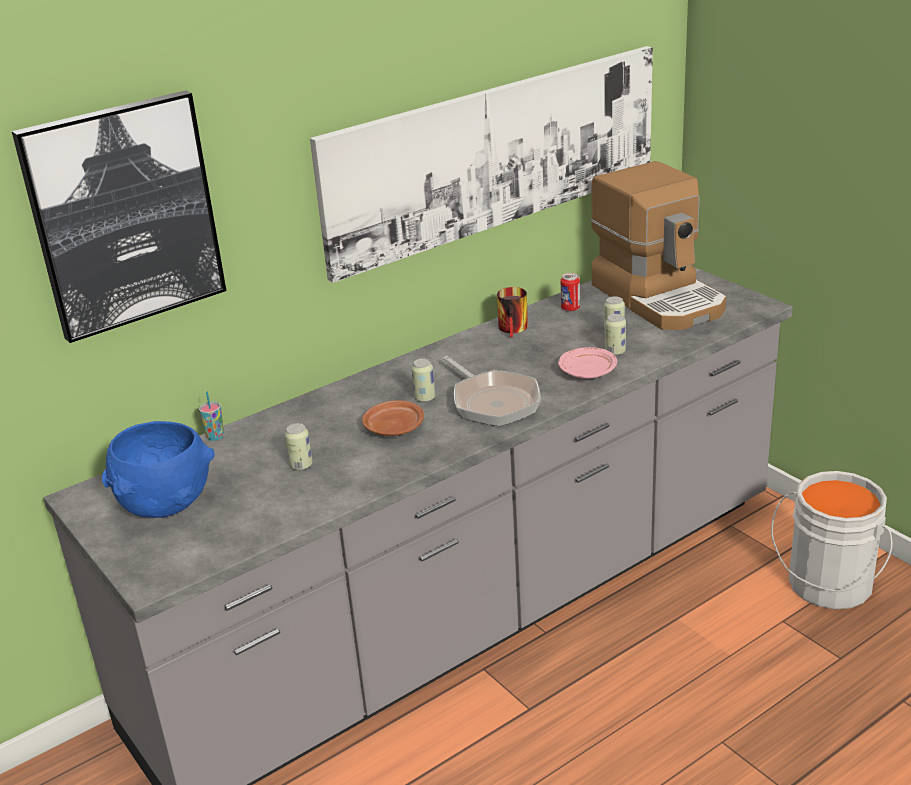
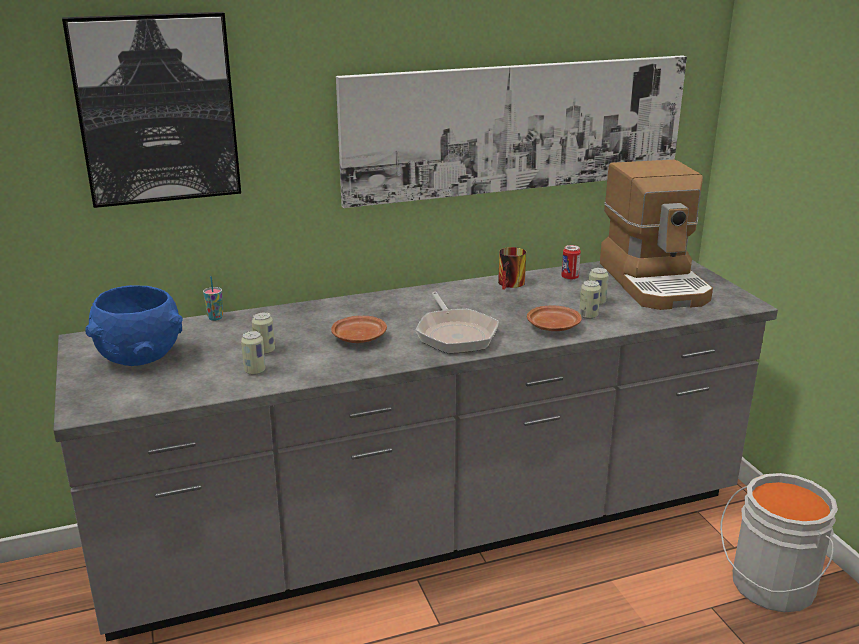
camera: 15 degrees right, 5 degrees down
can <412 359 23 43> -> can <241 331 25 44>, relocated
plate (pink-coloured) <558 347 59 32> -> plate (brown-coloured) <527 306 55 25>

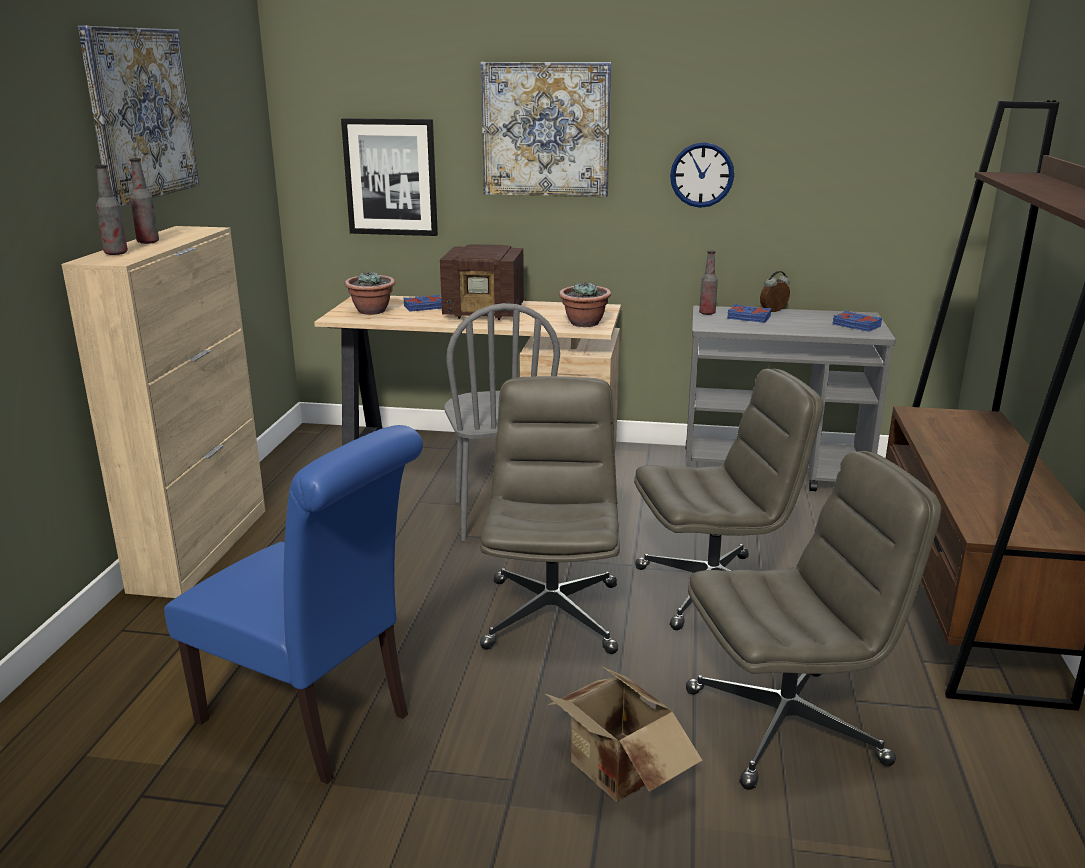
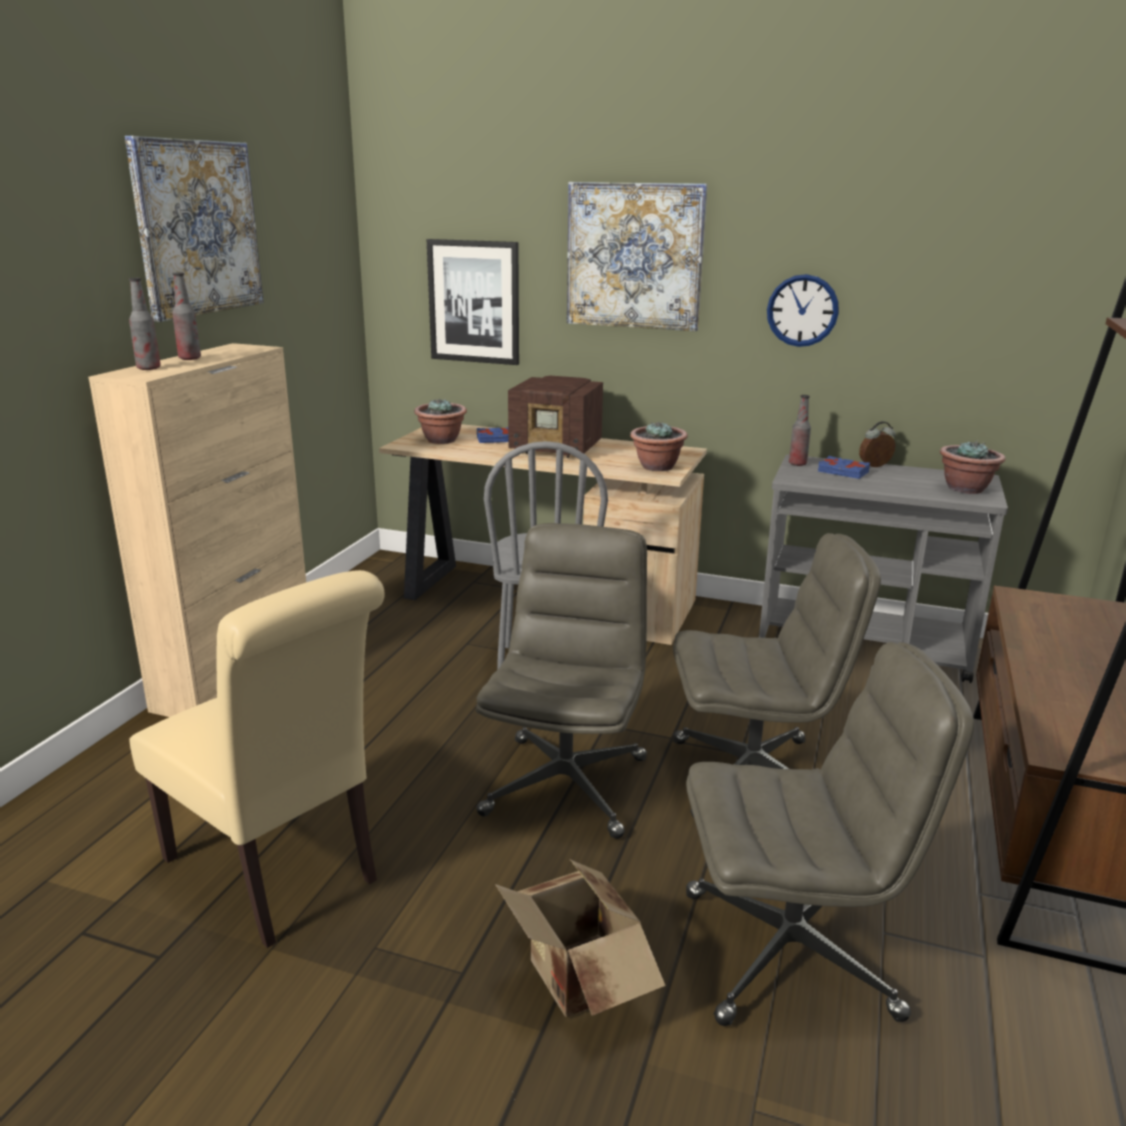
camera: 10 degrees right, 0 degrees up
chair (bluish) <164 425 259 359> -> chair (sand-coloured) <129 570 256 378>
bound book (bluish) <833 311 49 21> -> potted plant <940 440 65 54>

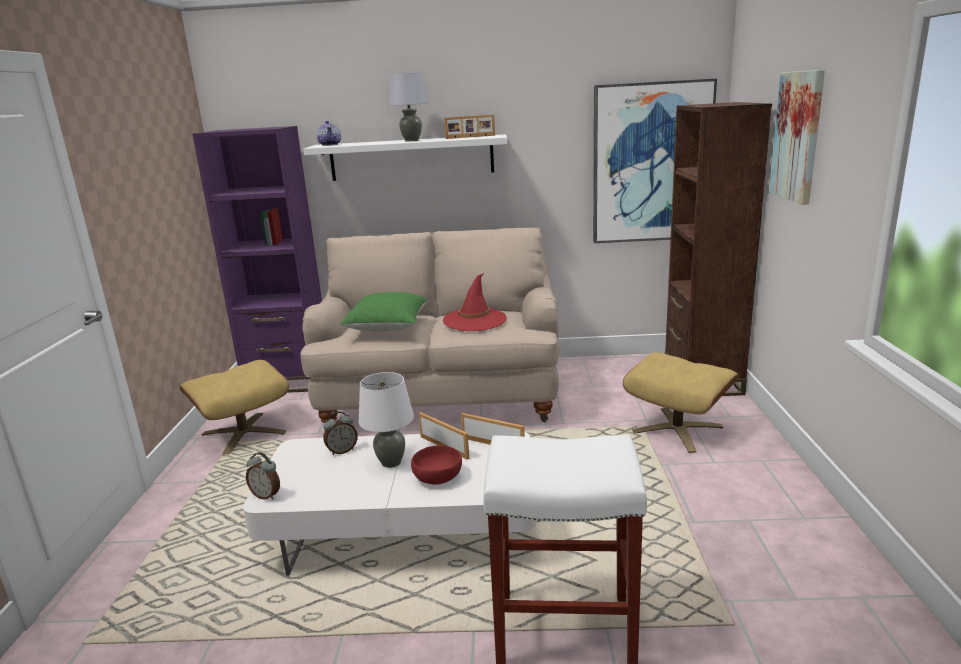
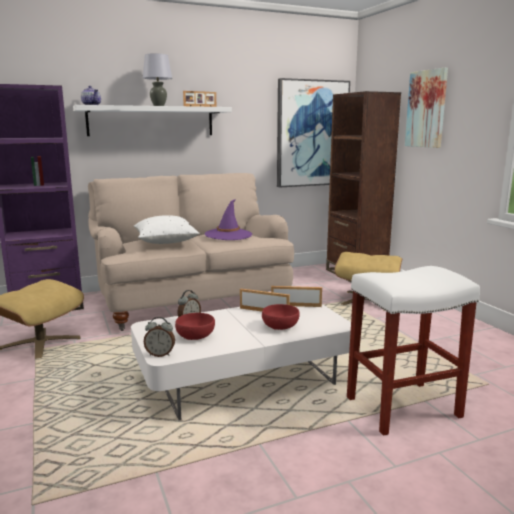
camera: 25 degrees left, 5 degrees down
cushion (green) <339 292 90 39> -> cushion (white-coloured) <134 215 66 29>
table lamp (white-coloured) <359 372 55 96> -> none
wearable hat (red-coloured) <443 273 64 58> -> wearable hat (purplish) <205 199 47 41>
none -> deep dish (red-coloured) <175 313 40 27>

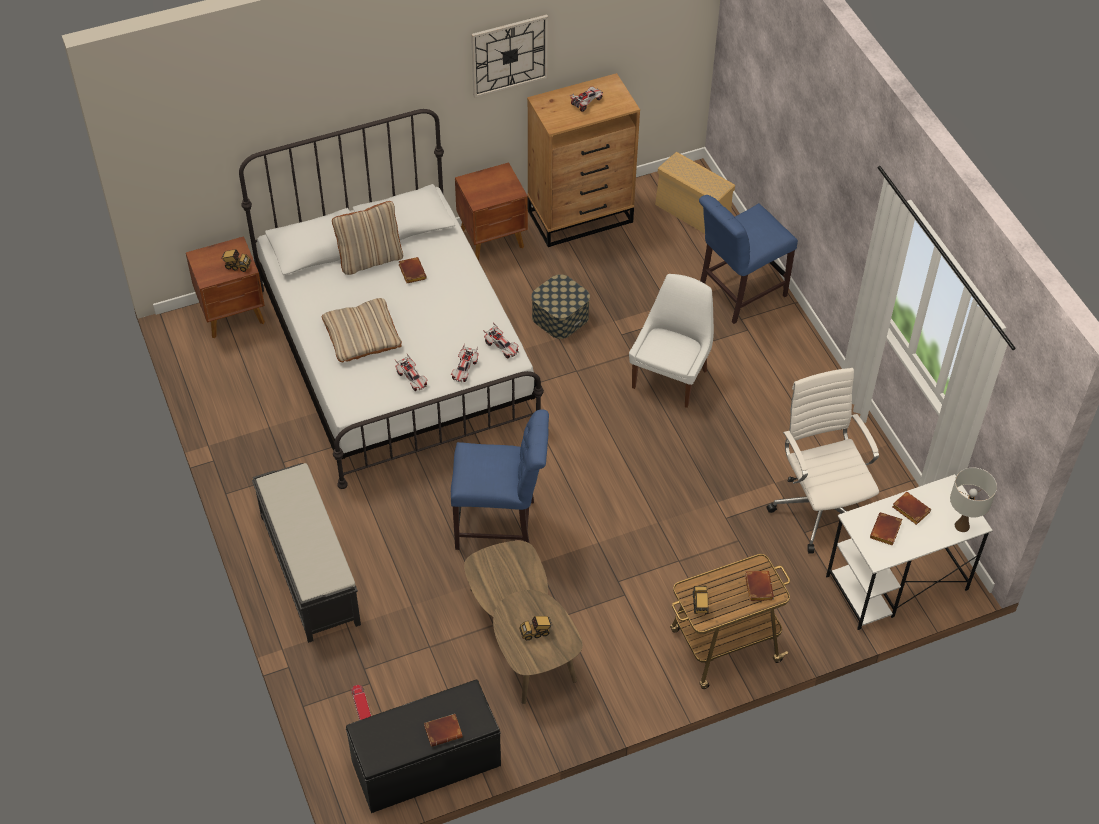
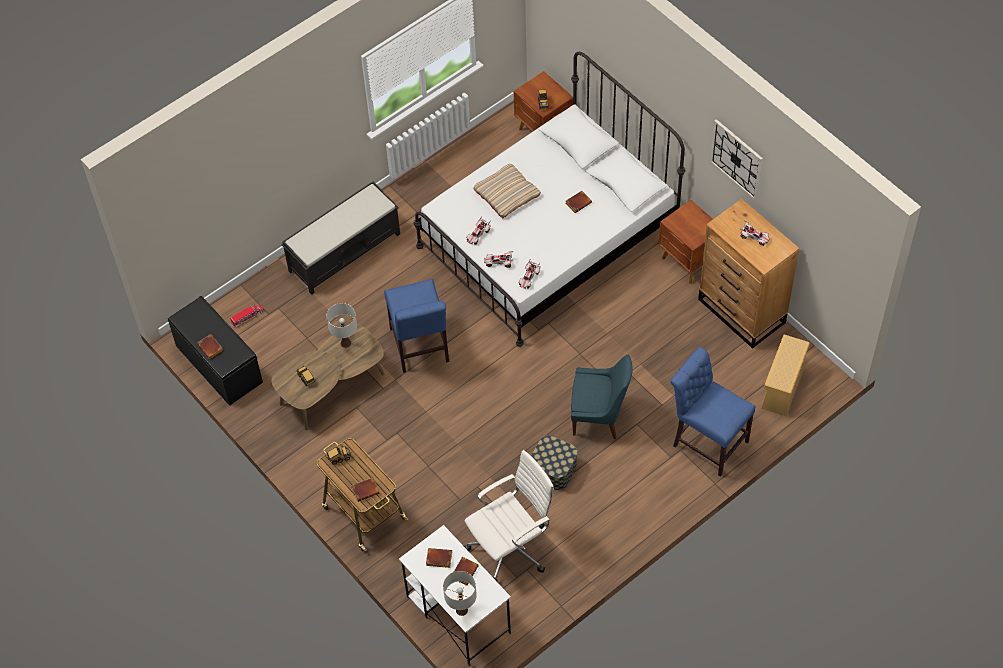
camera: 75 degrees right, 5 degrees up
cushion (sand-coloured) <332 201 71 74> -> none
storage container <531 274 59 65> -> storage container <531 436 46 54>, relocated
chair (white-coloured) <629 274 85 134> -> chair (bluish) <571 354 62 85>
none -> table lamp (white-coloured) <326 303 31 45>

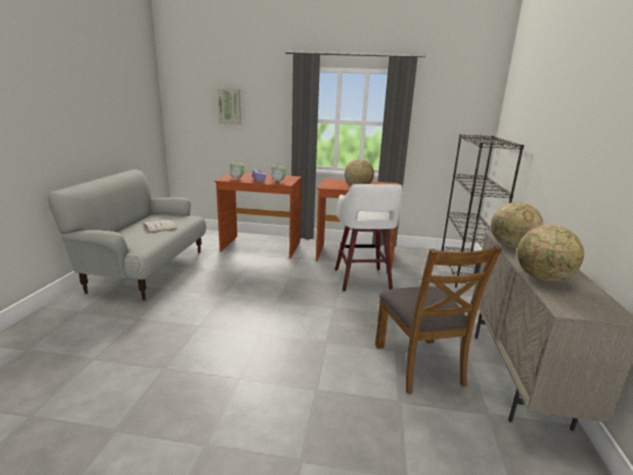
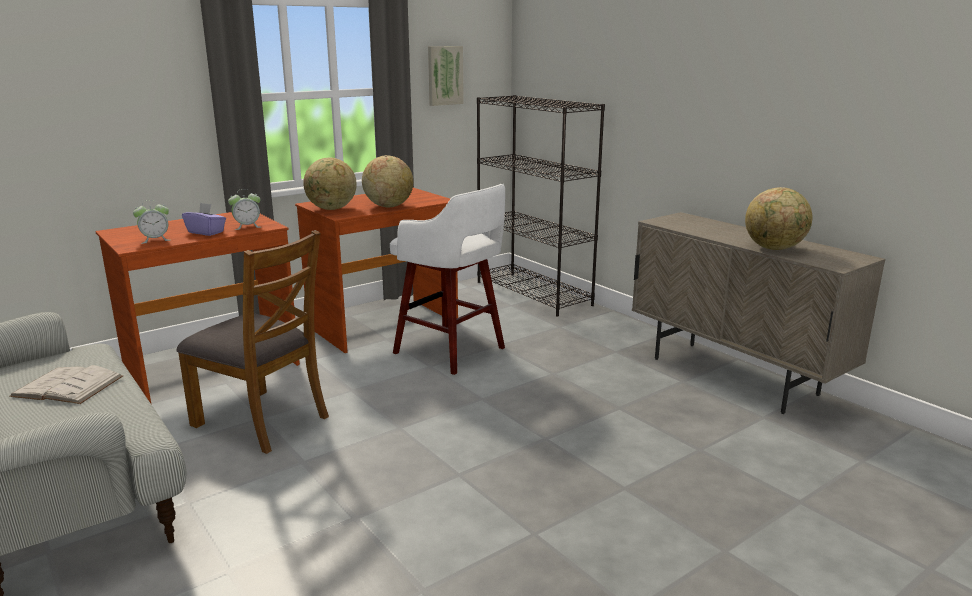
camera: 45 degrees left, 0 degrees up
picture <217 89 24 36> -> picture <428 46 36 60>, relocated
chair (brown-coloured) <375 246 127 148> -> chair (brown-coloured) <176 230 153 224>, relocated
globe <491 202 53 46> -> globe <303 158 54 52>, relocated

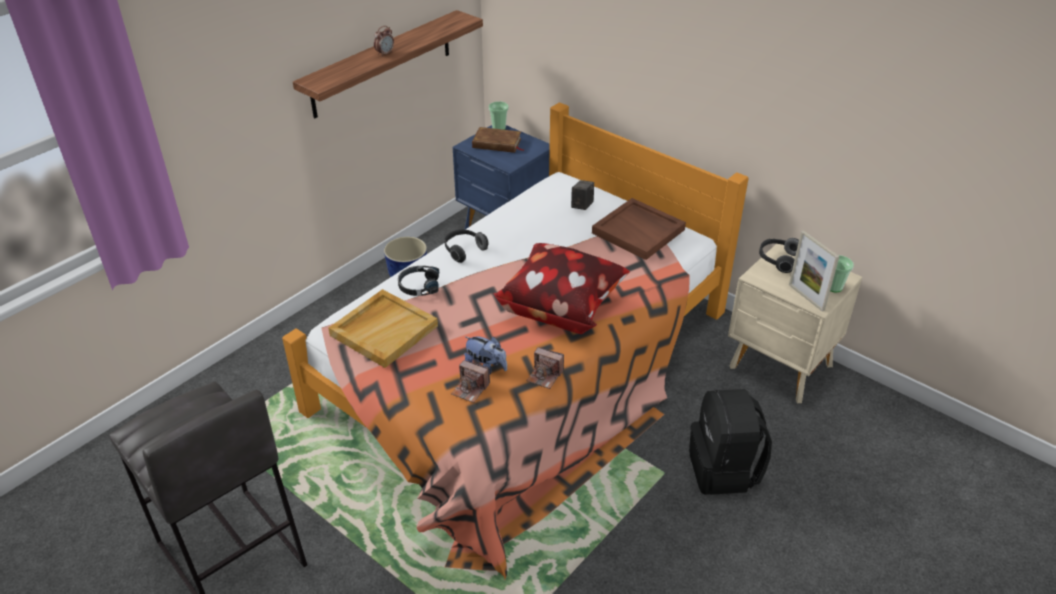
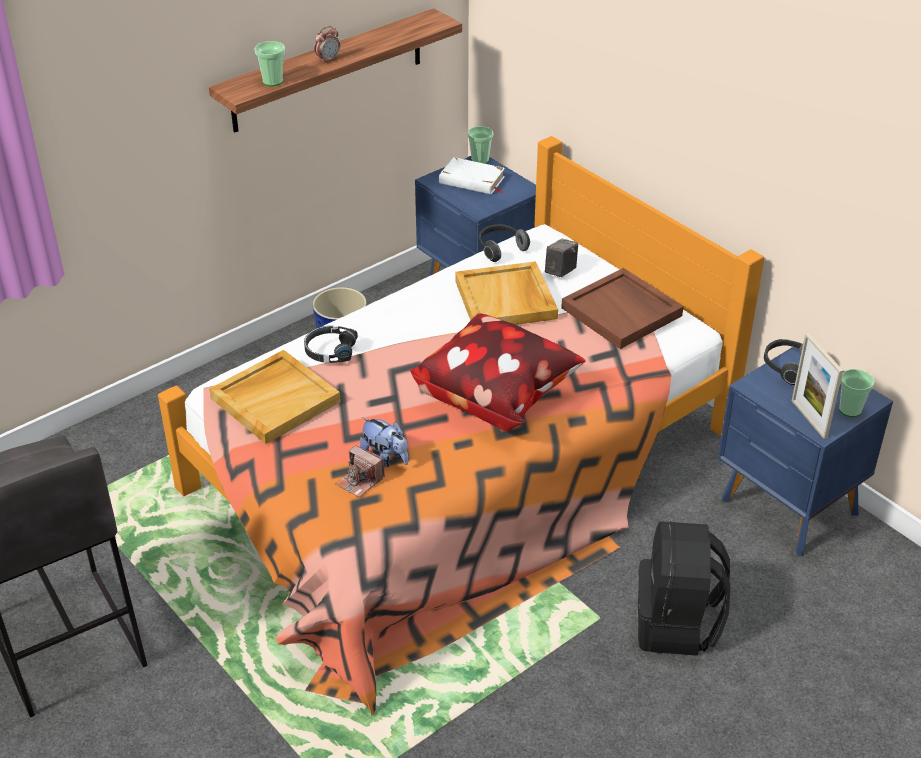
camera: 10 degrees right, 0 degrees up
pair of headphones <444 229 45 34> -> pair of headphones <479 224 51 38>, relocated
bound book (brown-coloured) <472 127 52 26> -> bound book (white-coloured) <439 157 66 37>
still camera <526 347 38 42> -> none
bedside table (sand-coloured) <728 244 134 159> -> bedside table (bluish) <718 347 175 209>
none -> cup <254 41 31 45>
none -> carrying tray (sand-coloured) <455 261 103 64>

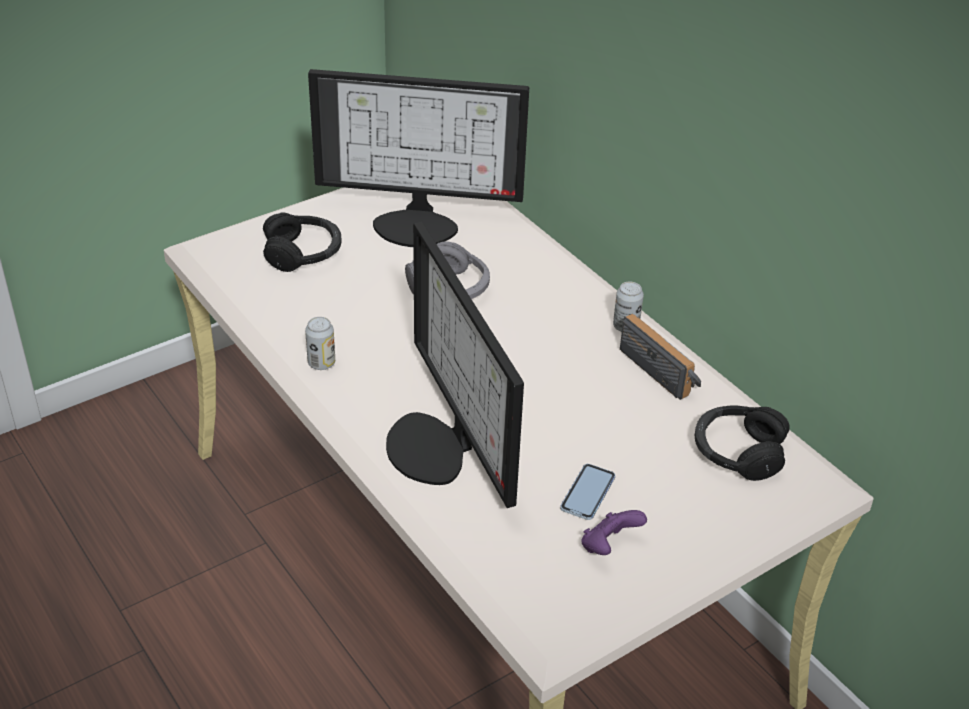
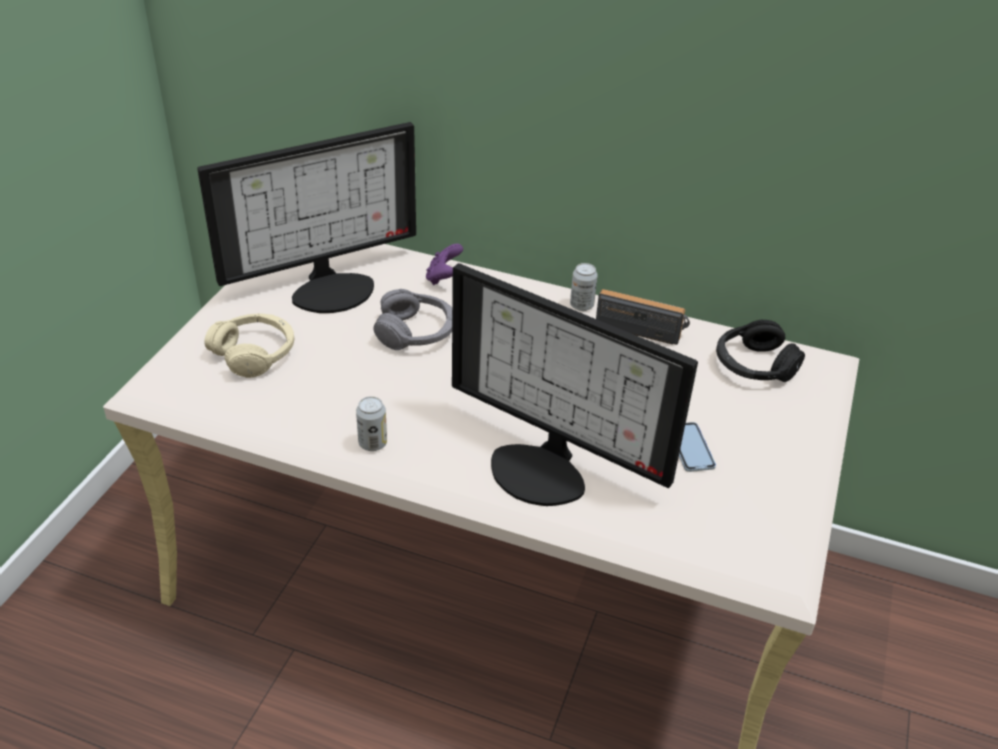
camera: 35 degrees left, 0 degrees up
pair of headphones (black) <263 212 79 60> -> pair of headphones (sand-coloured) <204 313 90 65>
game controller (purplish) <581 510 66 45> -> game controller (purplish) <426 244 37 41>, relocated

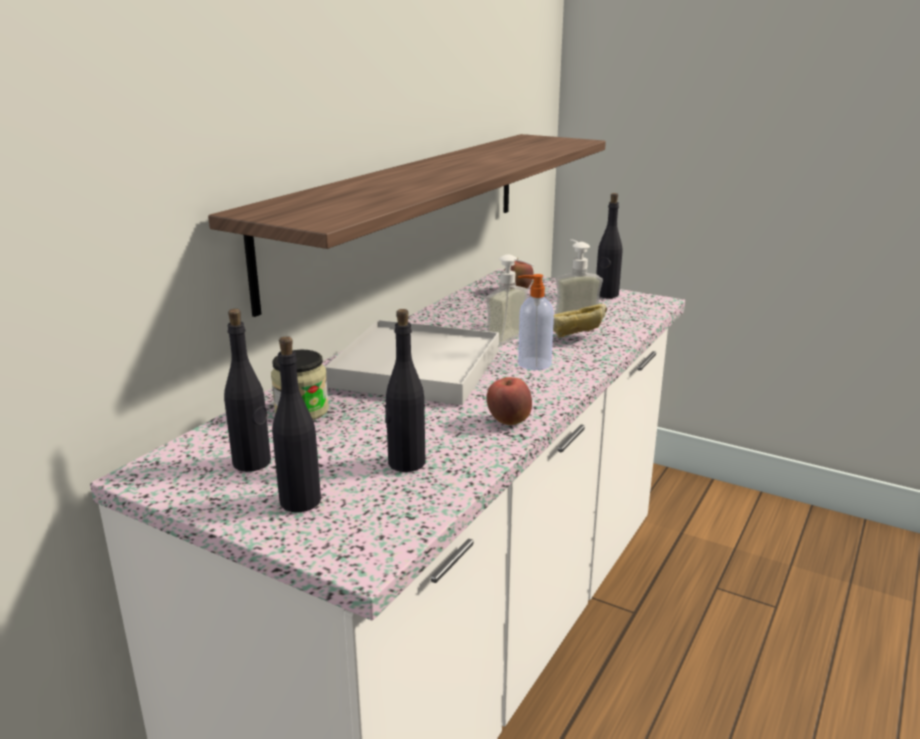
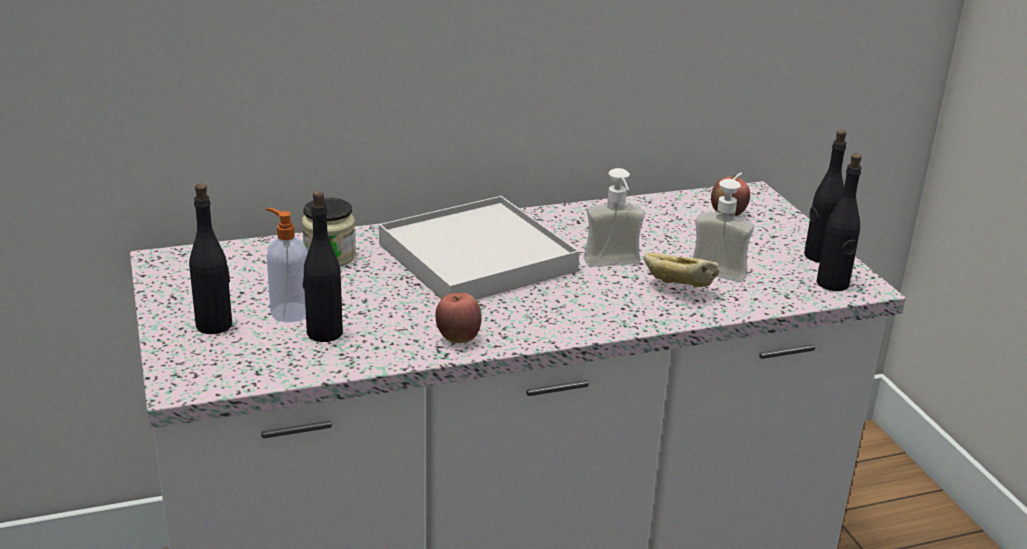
camera: 40 degrees right, 5 degrees up
bracket shelf <208 134 398 183> -> none
bottle (black) <224 309 47 163> -> bottle (black) <817 153 45 138>, relocated
liquid soap bottle <518 274 36 96> -> liquid soap bottle <266 208 42 114>, relocated

